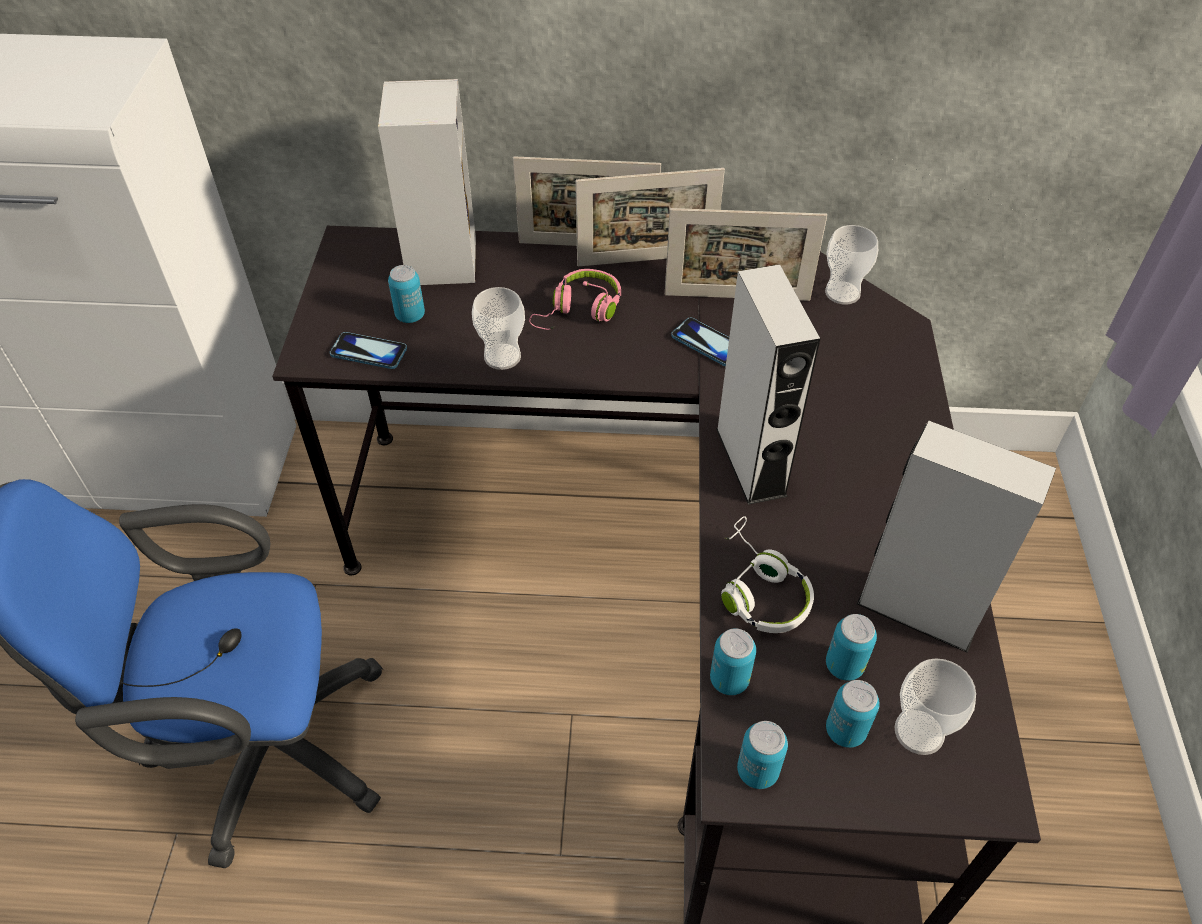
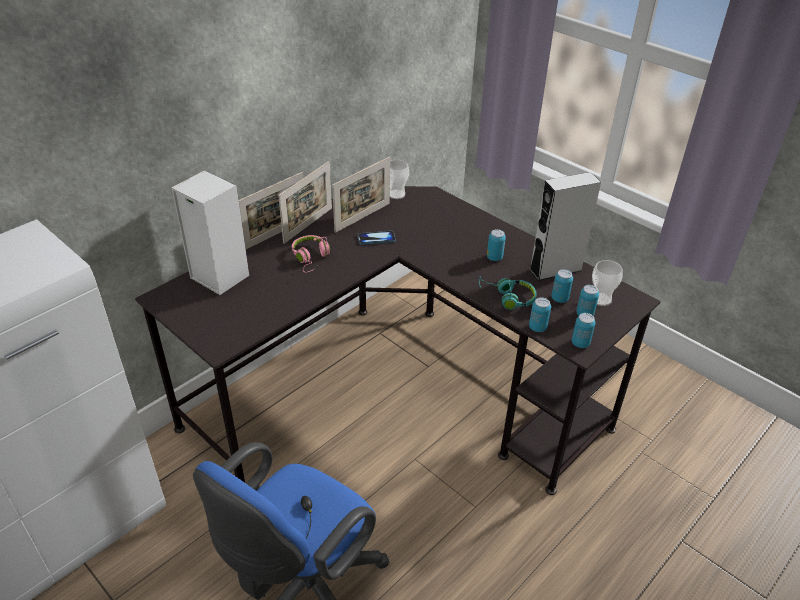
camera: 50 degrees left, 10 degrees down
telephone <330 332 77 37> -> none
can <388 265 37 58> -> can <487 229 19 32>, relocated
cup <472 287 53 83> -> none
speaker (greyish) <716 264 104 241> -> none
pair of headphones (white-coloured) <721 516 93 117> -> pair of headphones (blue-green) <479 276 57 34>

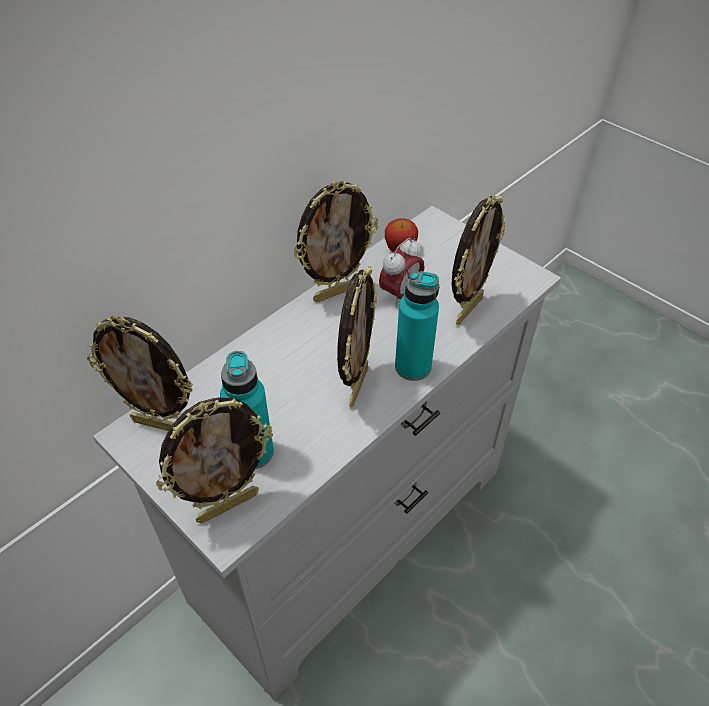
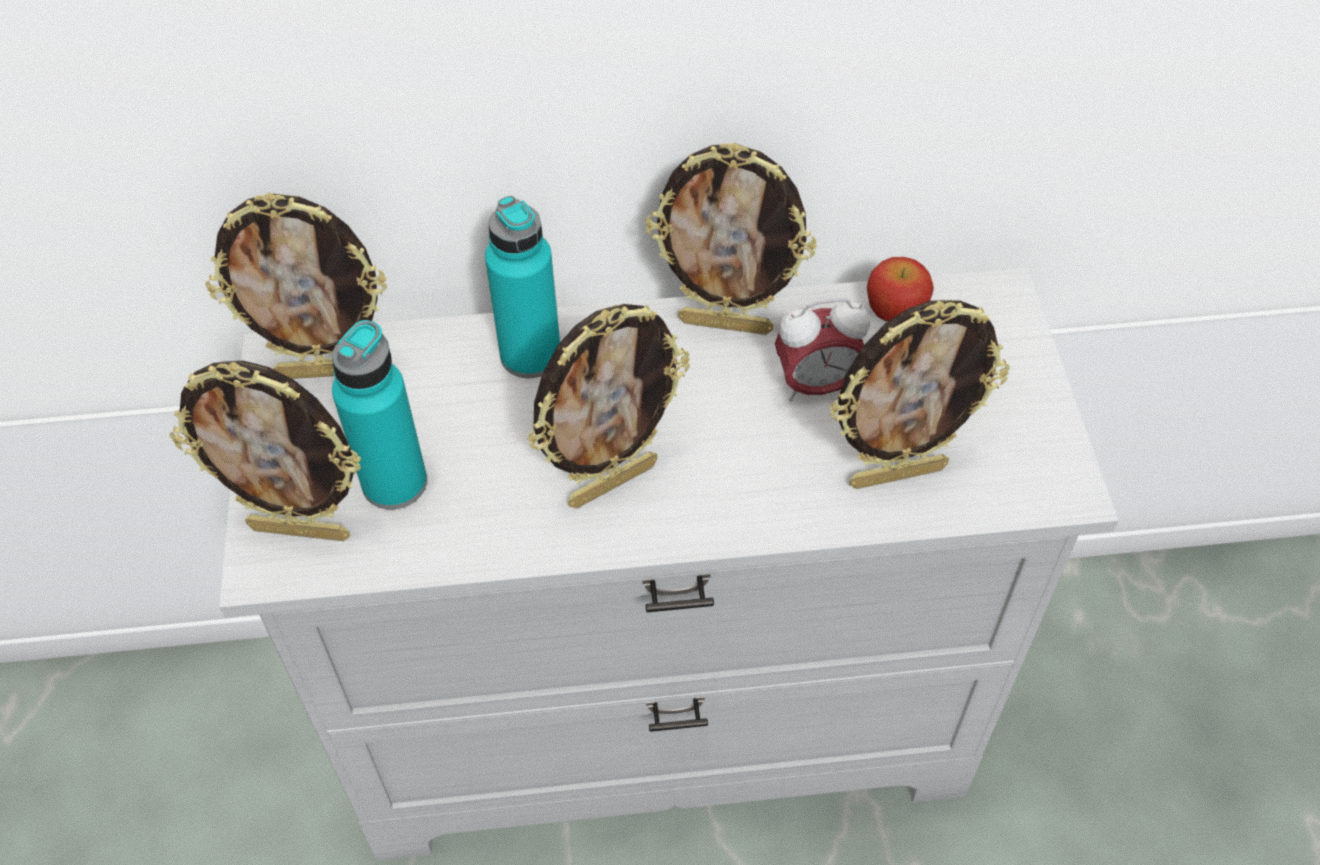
camera: 40 degrees right, 5 degrees up
standing frame <87 316 106 115> -> standing frame <205 192 182 187>, 60 degrees counterclockwise
bottle (blue-green) <395 271 44 110> -> bottle (blue-green) <485 196 75 182>, relocated

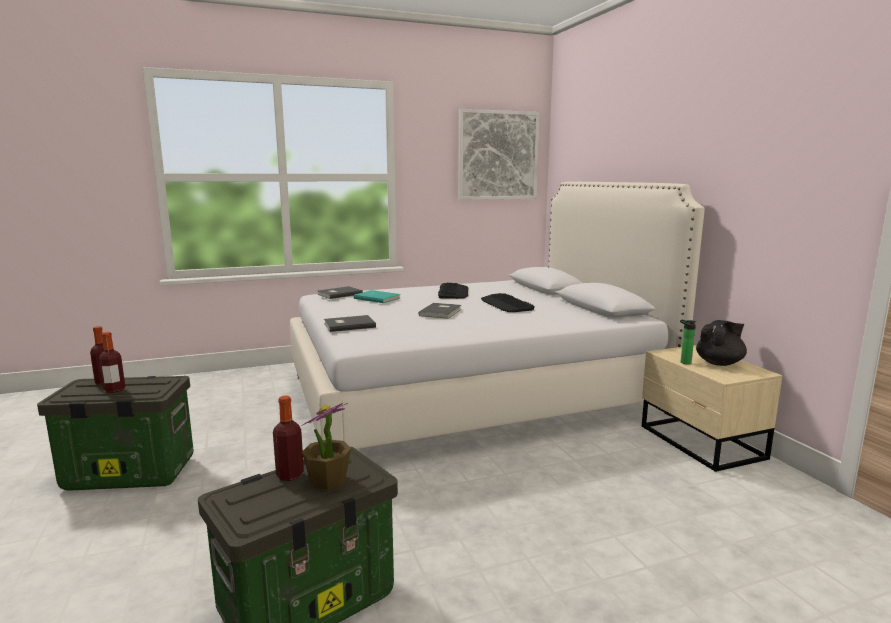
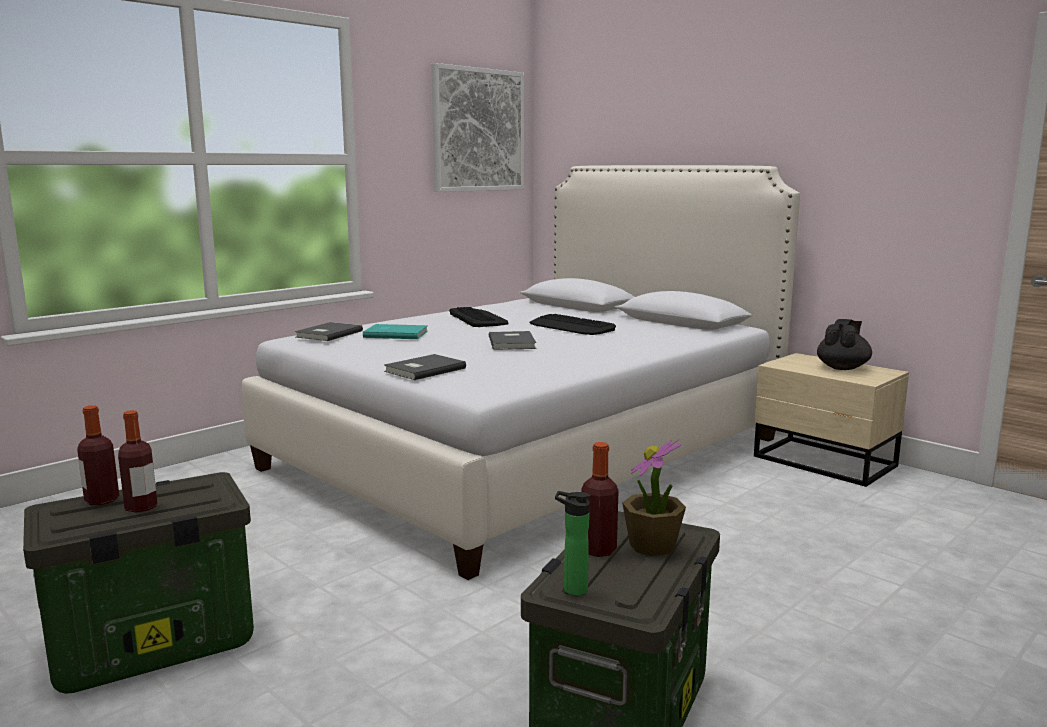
camera: 25 degrees left, 0 degrees up
bottle <680 320 16 44> -> bottle <555 491 36 105>, relocated

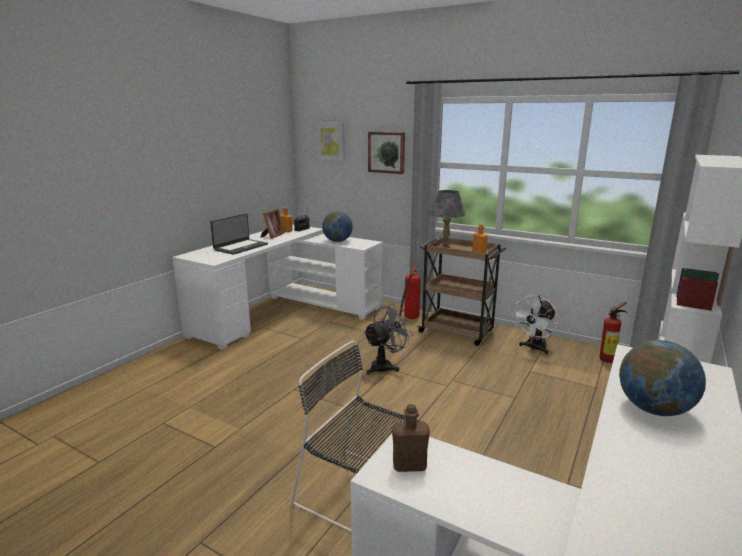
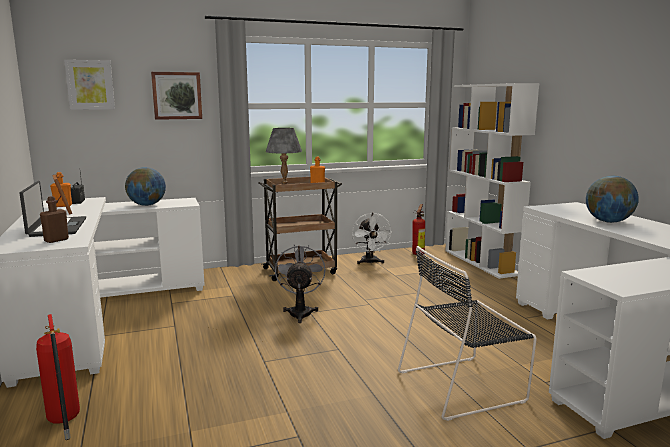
camera: 50 degrees left, 5 degrees down
bottle (brown-coloured) <392 404 38 68> -> bottle (brown-coloured) <40 196 29 47>, relocated
fire-fighting cylinder <399 265 22 55> -> fire-fighting cylinder <36 314 44 126>, relocated

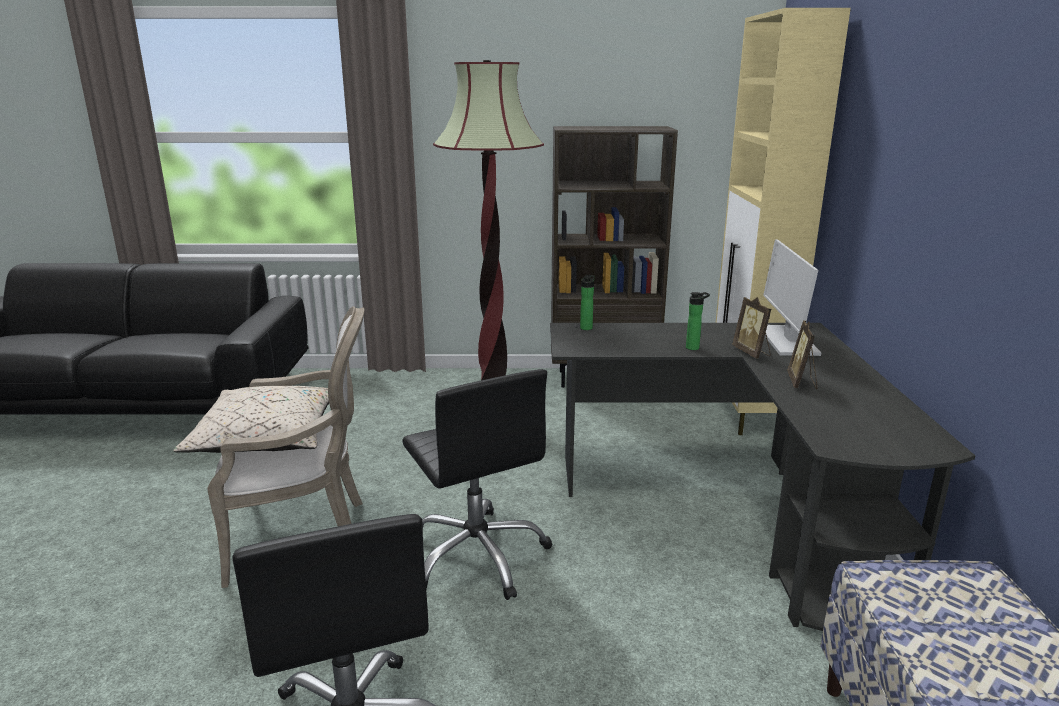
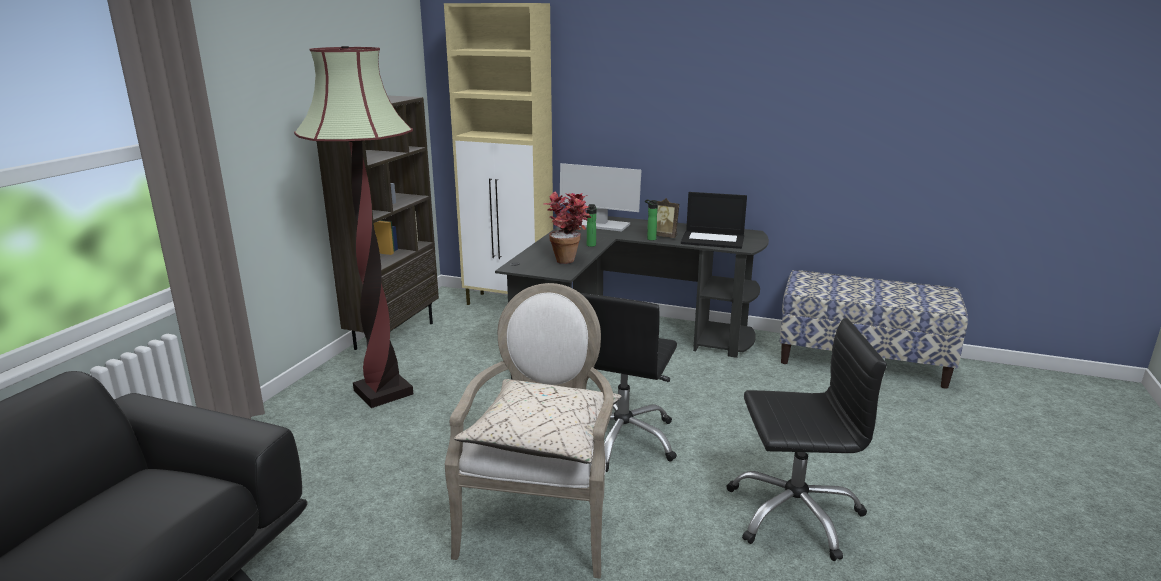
camera: 70 degrees left, 0 degrees up
office chair (black) <402 369 150 231> -> office chair (black) <581 293 96 179>, 120 degrees clockwise
bottle <580 275 14 55> -> bottle <645 199 13 42>, relocated
standing frame <732 297 39 61> -> none
none -> potted plant <543 191 48 73>
none -> notebook computer <681 192 66 57>

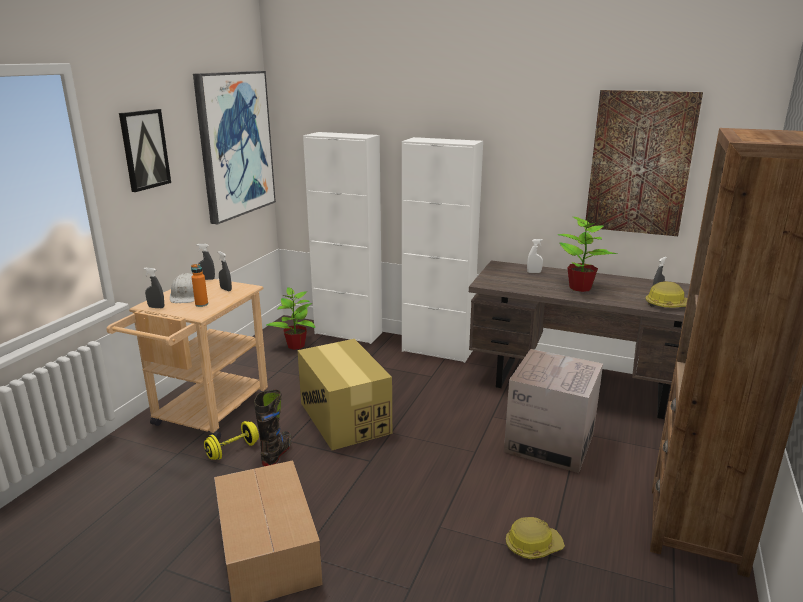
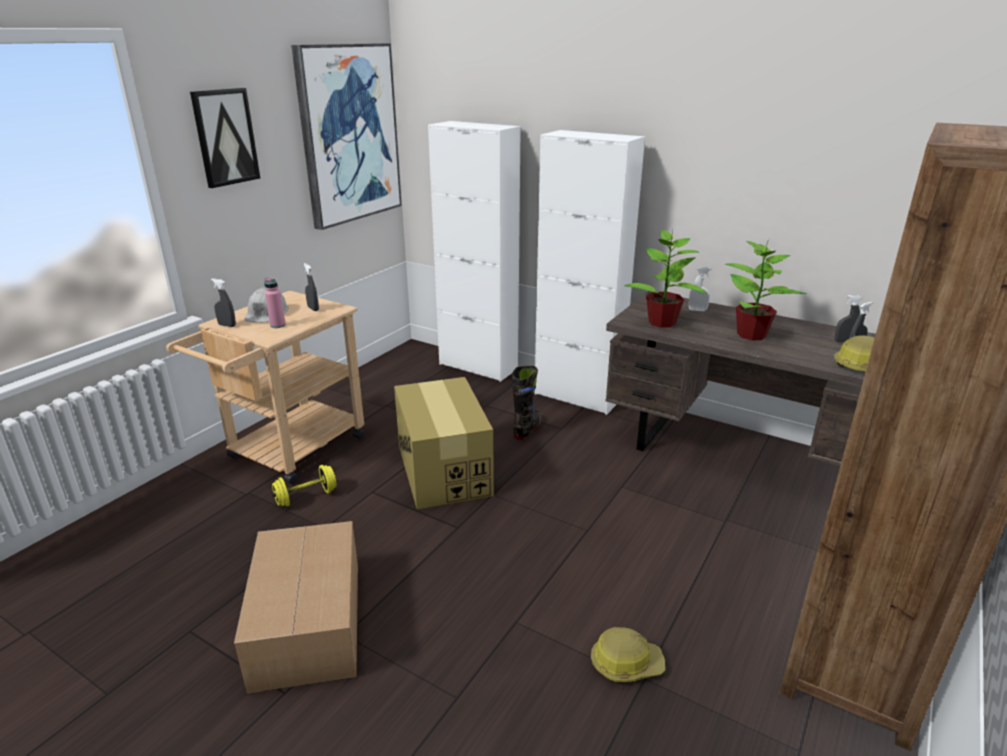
camera: 10 degrees right, 5 degrees up
bottle (orangey) <191 264 17 43> -> bottle (pink-coloured) <264 278 22 50>
spray bottle (greyish) <196 244 19 36> -> spray bottle (greyish) <835 295 28 48>, relocated
boot (black) <254 390 38 76> -> boot (black) <512 366 29 74>, relocated
potted plant <266 287 49 63> -> potted plant <625 229 81 99>, relocated
cardboard box <504 349 99 124> -> none
picture <586 90 117 146> -> none

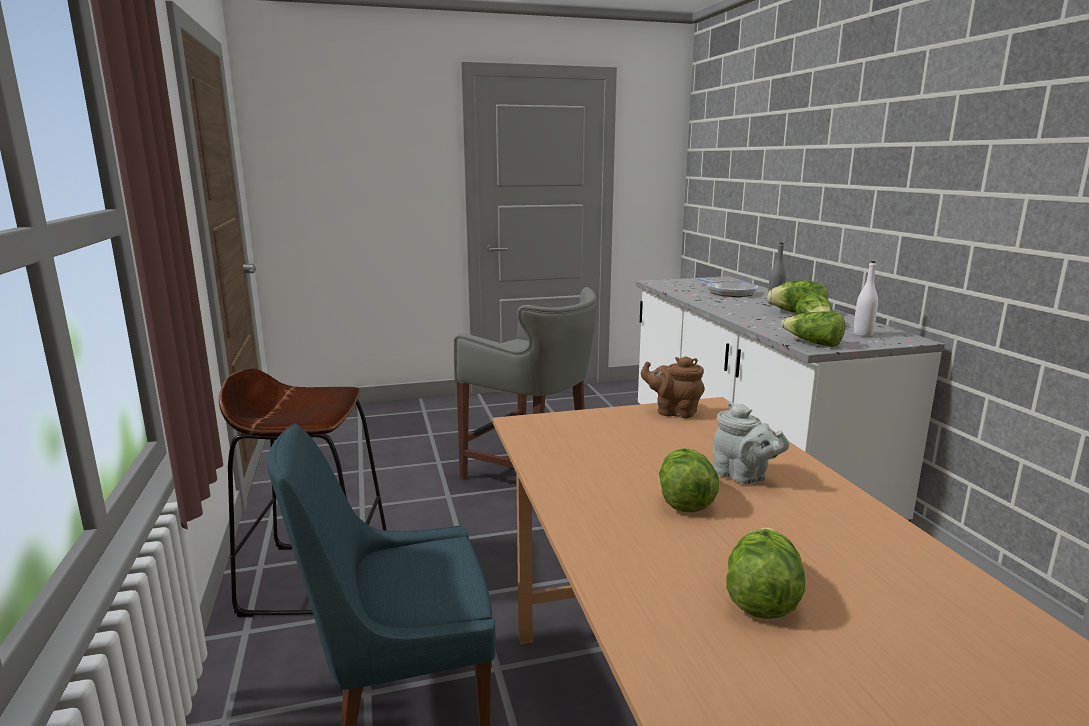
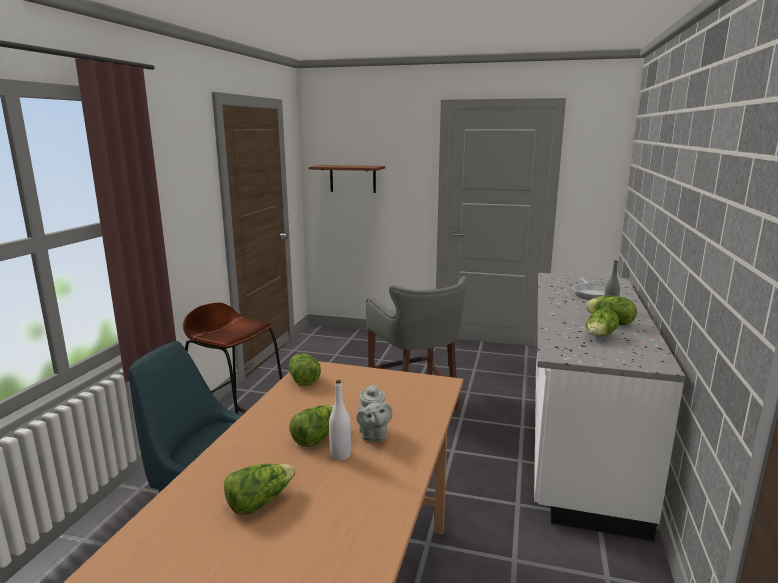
camera: 30 degrees right, 0 degrees up
tea pot (brown-coloured) <641 356 64 62> -> none
lettuce head <782 311 63 36> -> lettuce head <289 353 32 33>, relocated
bottle (white-coloured) <853 261 25 76> -> bottle (white-coloured) <329 380 22 80>, relocated
none -> bracket shelf (brown-coloured) <309 165 76 28>

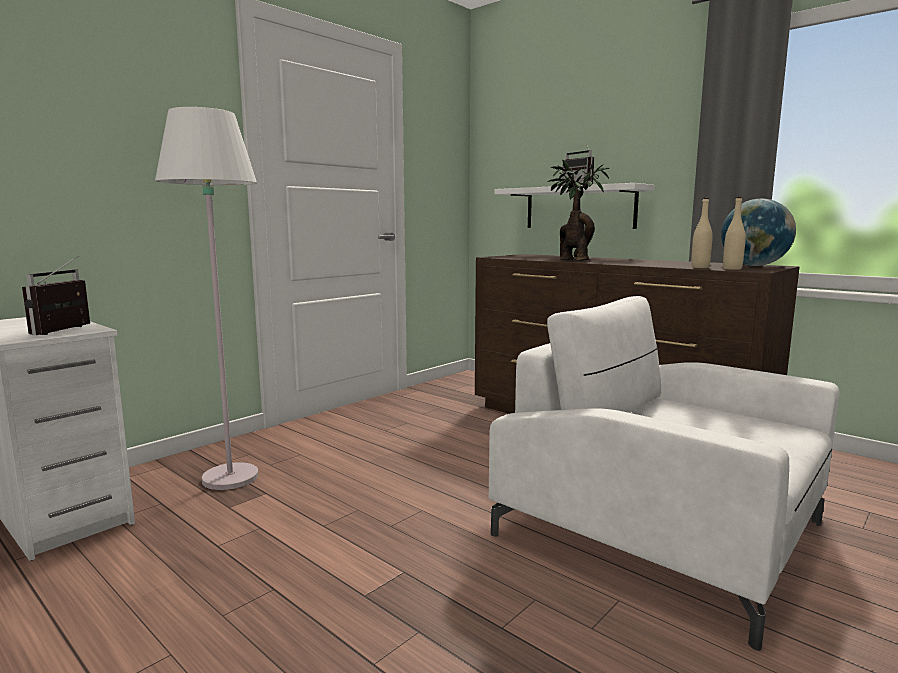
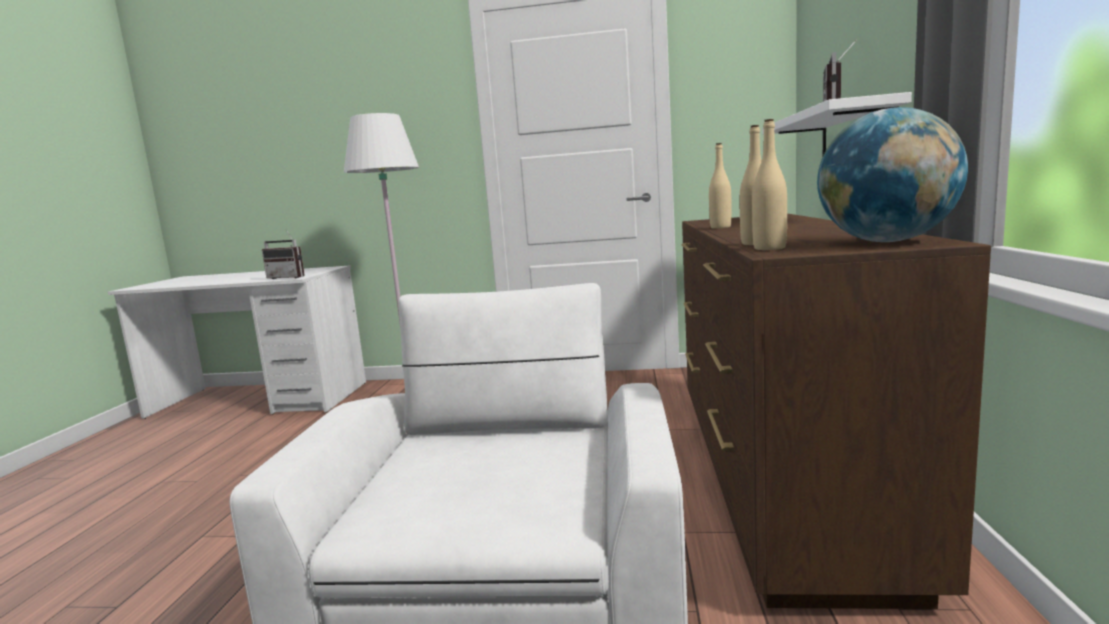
camera: 55 degrees right, 0 degrees up
radio set <22 255 68 80> -> radio set <262 229 43 50>, 135 degrees counterclockwise
potted plant <547 159 62 102> -> bottle (sand-coloured) <709 143 23 85>

